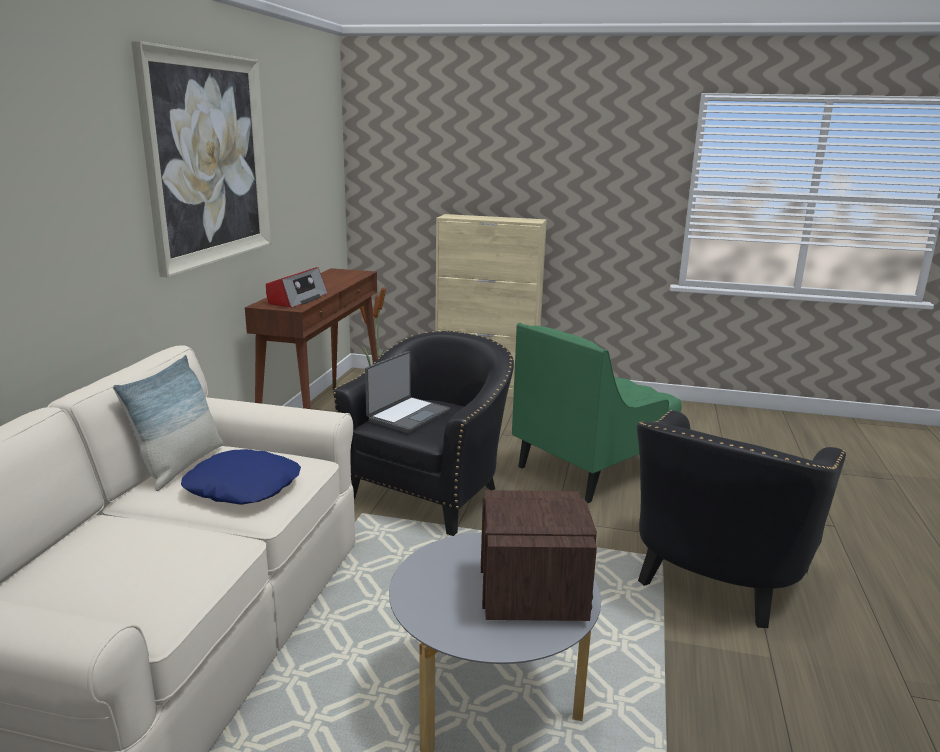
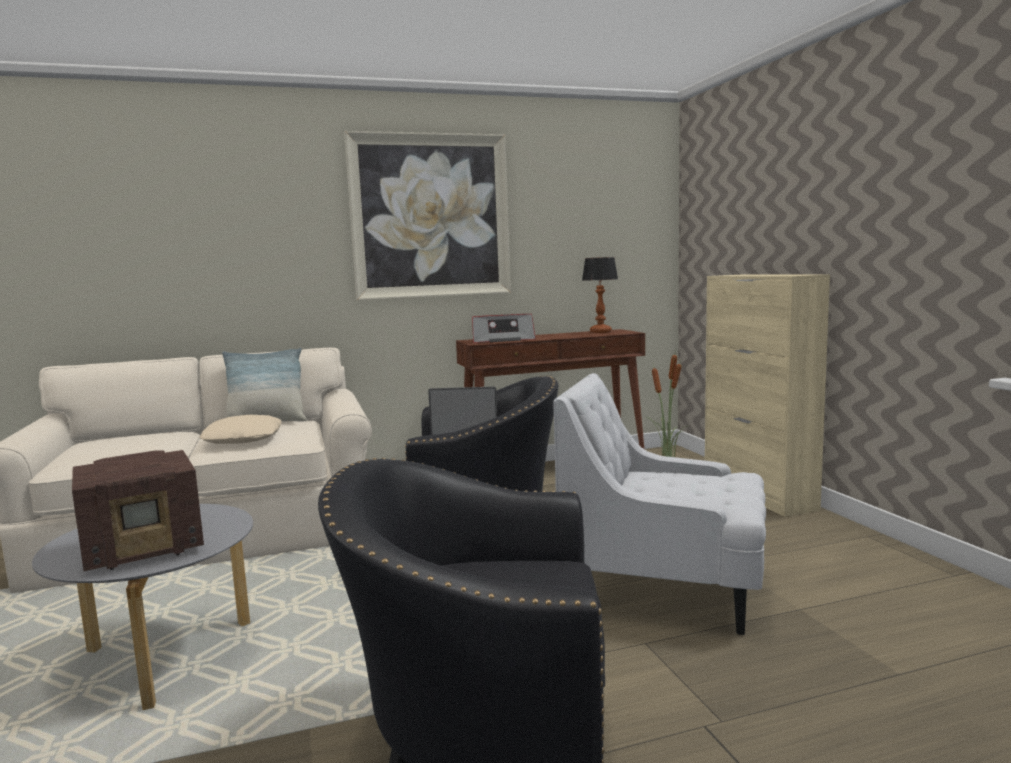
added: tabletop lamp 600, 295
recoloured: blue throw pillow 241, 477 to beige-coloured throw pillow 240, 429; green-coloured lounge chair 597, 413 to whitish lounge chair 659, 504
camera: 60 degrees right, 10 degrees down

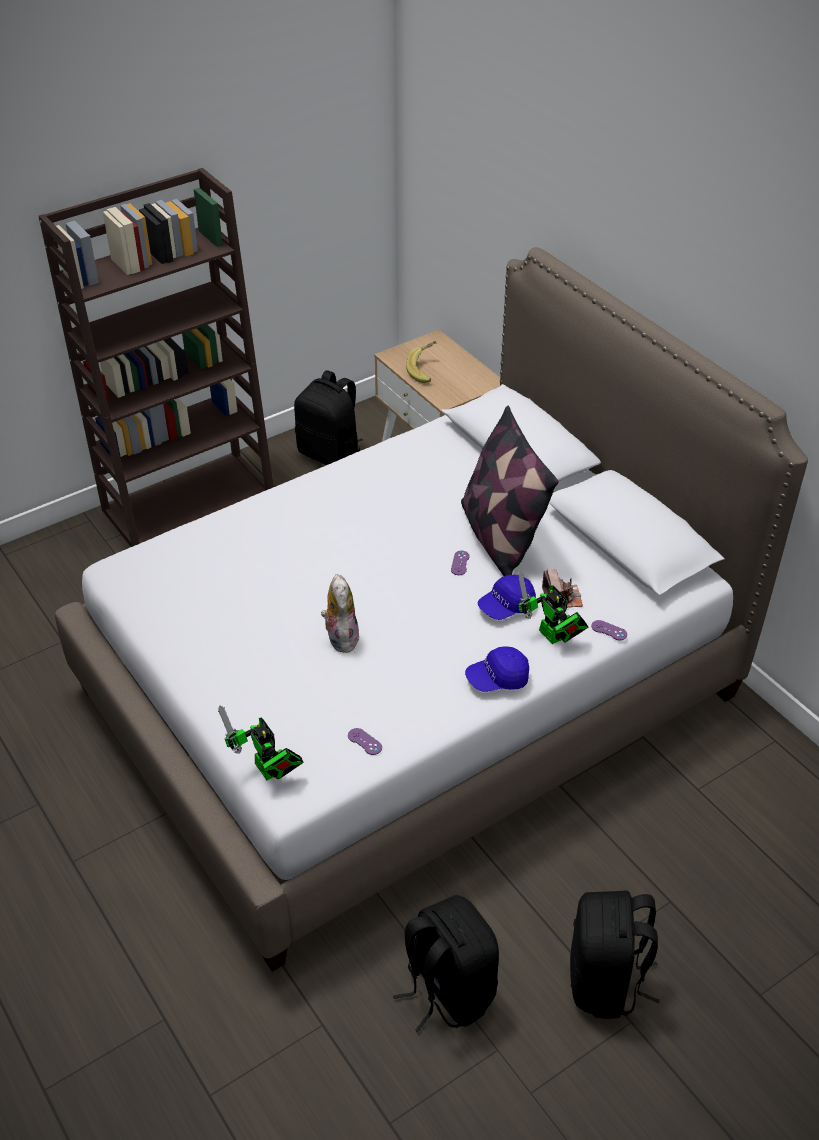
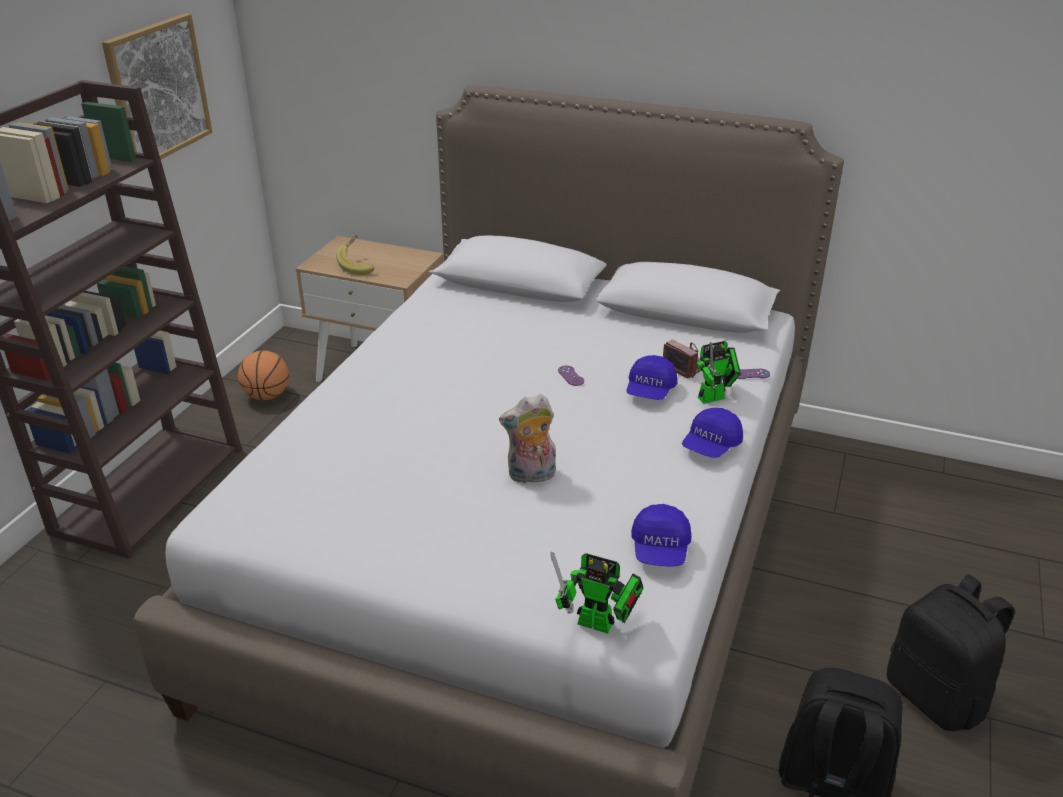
removed: throw pillow 510, 490
added: wall art 157, 86
replaced: black rucksack 328, 417 to ball for basketball 263, 375; purple game controller 365, 741 to blue cap 661, 535
turned: soft toy 340, 613 = 527, 438 60 degrees counterclockwise; robot figure 553, 608 = 719, 372 45 degrees counterclockwise
camera: 35 degrees left, 10 degrees down

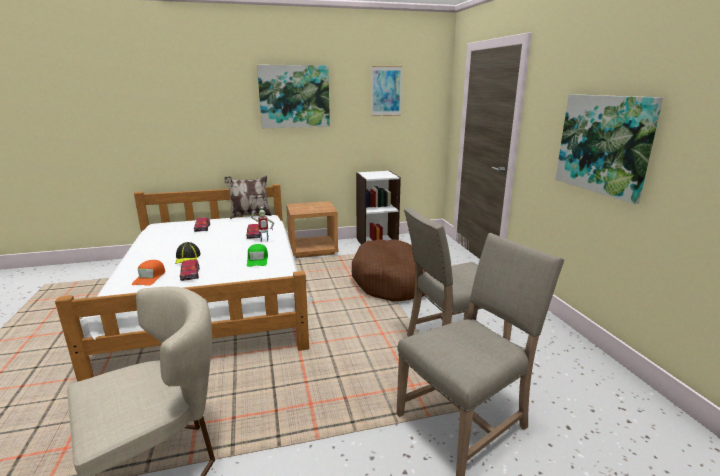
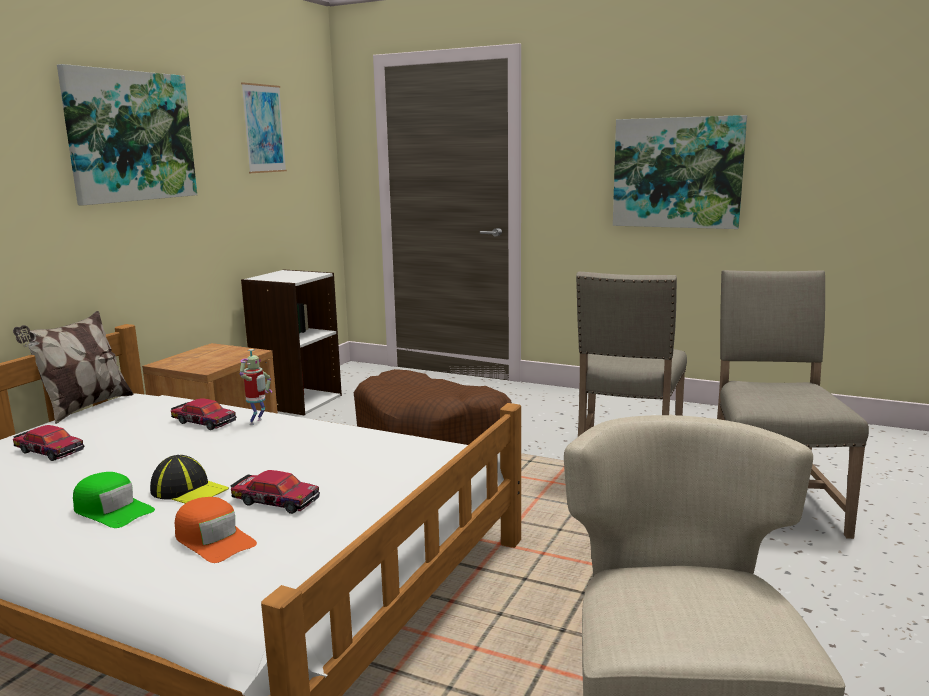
moved: green-coloured cap 257, 255 to 114, 500
camera: 50 degrees left, 5 degrees down

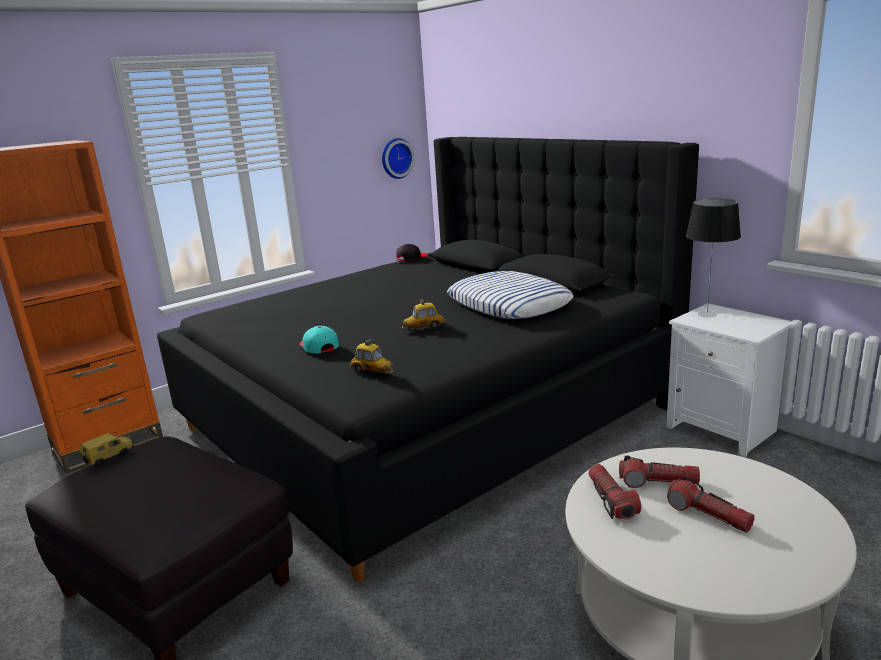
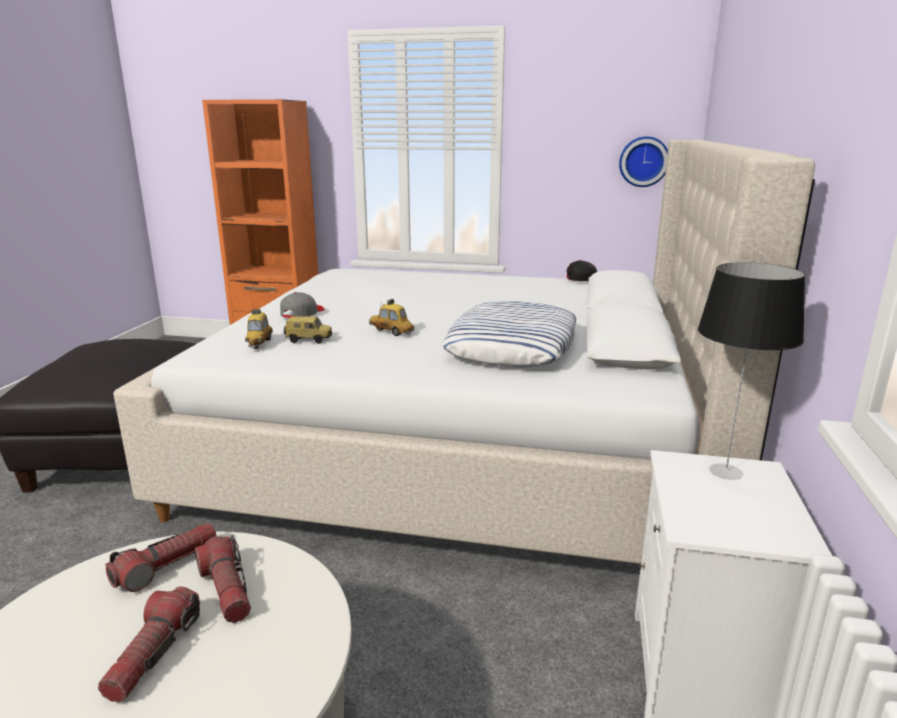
moved: toy car 107, 450 to 308, 330
recoloured: black bedroom bed 428, 359 to beige-coloured bedroom bed 464, 351; turquoise-coloured cap 319, 339 to grey cap 302, 305
camera: 50 degrees right, 0 degrees up

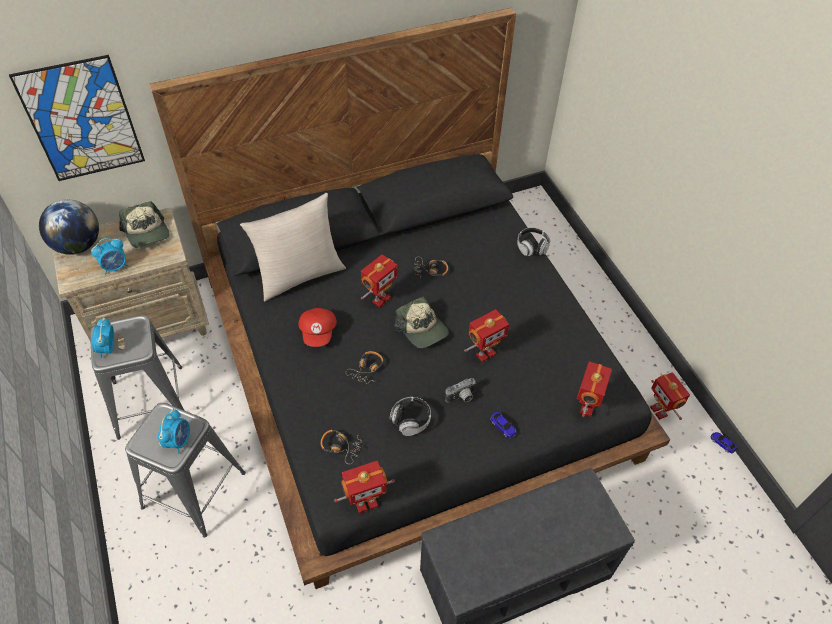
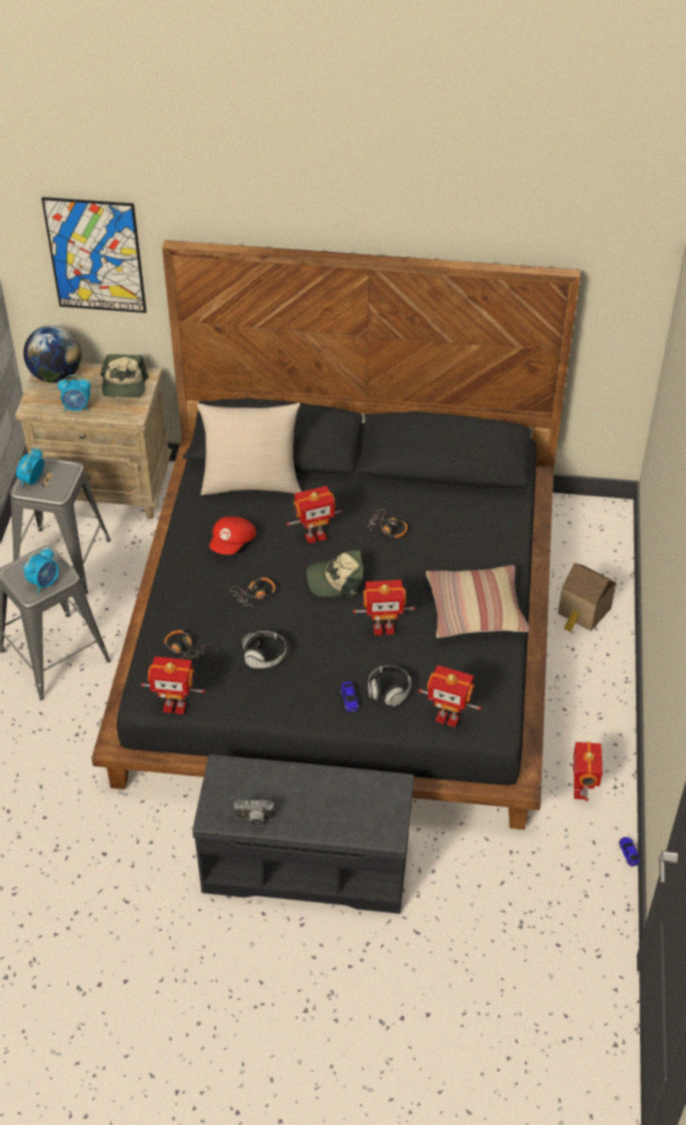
added: throw pillow 478, 601; toy house 587, 597
moved: photo camera 460, 390 to 254, 812; headset 533, 242 to 389, 685
turned: cap 421, 322 = 335, 574 90 degrees clockwise; robot figure 594, 389 = 450, 696 60 degrees clockwise
camera: 30 degrees right, 5 degrees down

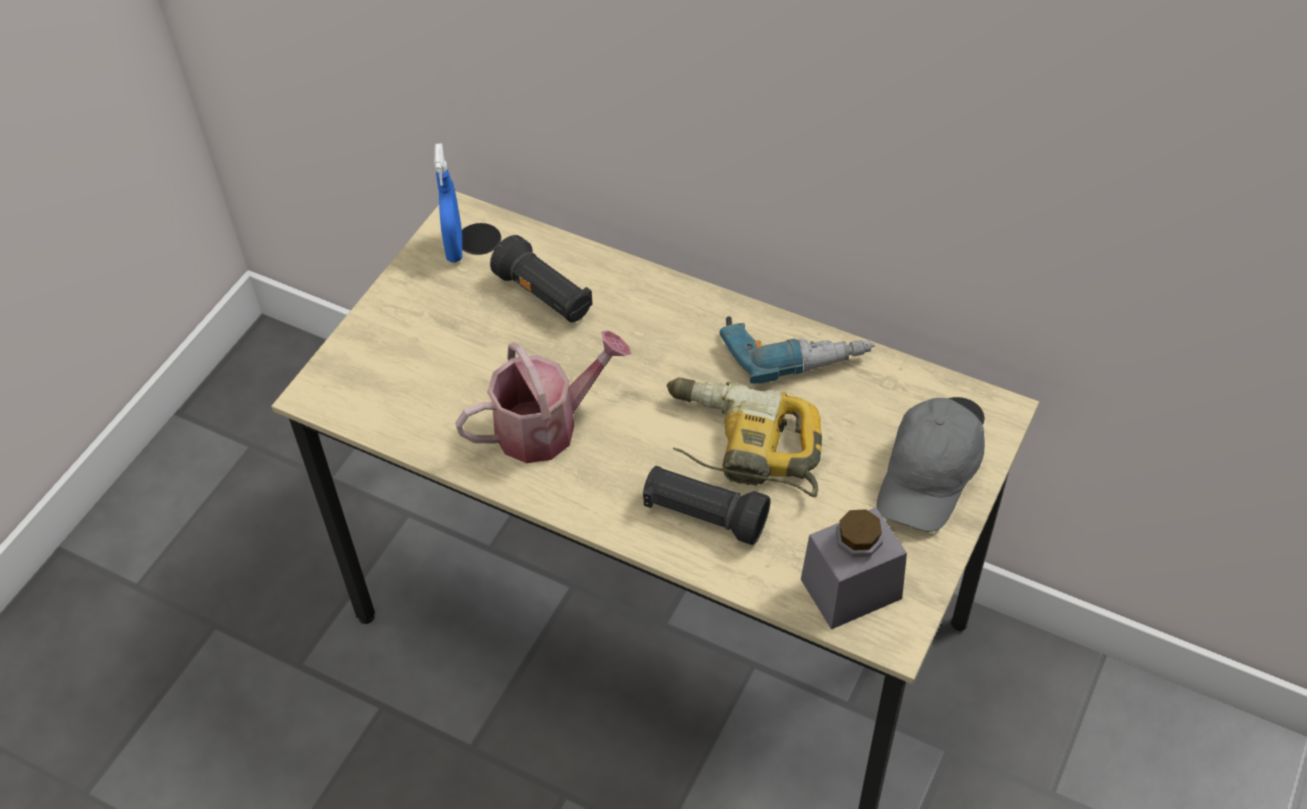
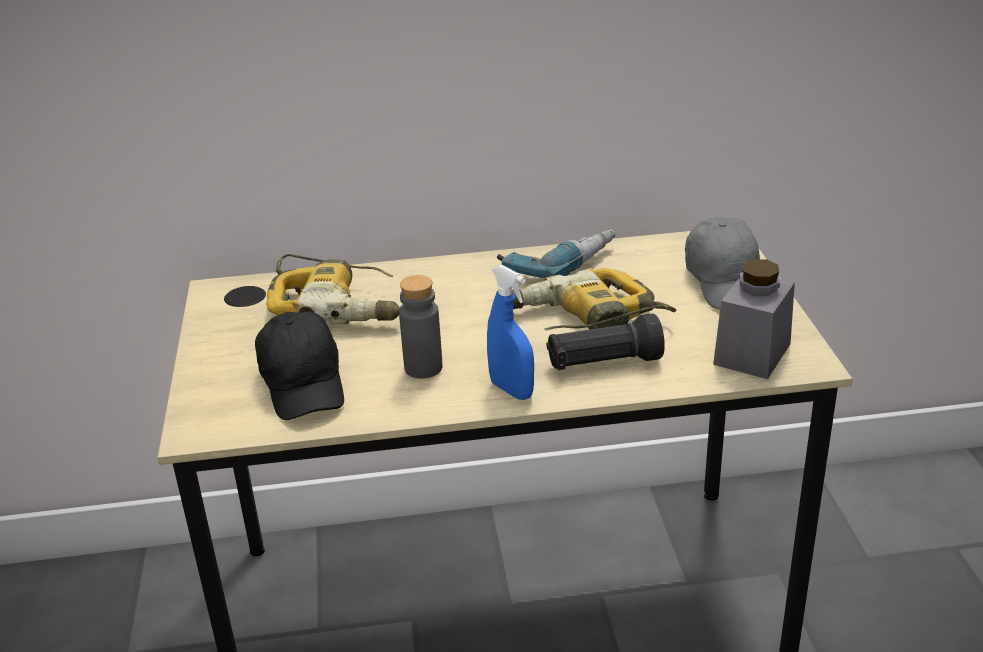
added: black cap 299, 366
moved: blue sprayer 448, 202 to 510, 332
replaced: watering can 543, 396 to grey bottle 420, 327; black torch 541, 279 to drill 333, 289
camera: 35 degrees left, 20 degrees down

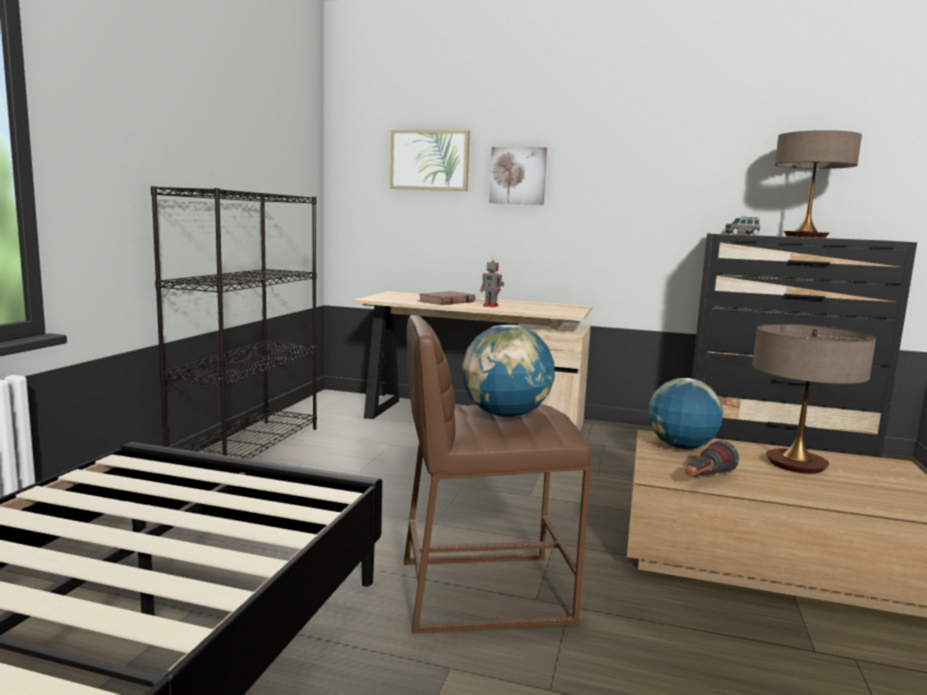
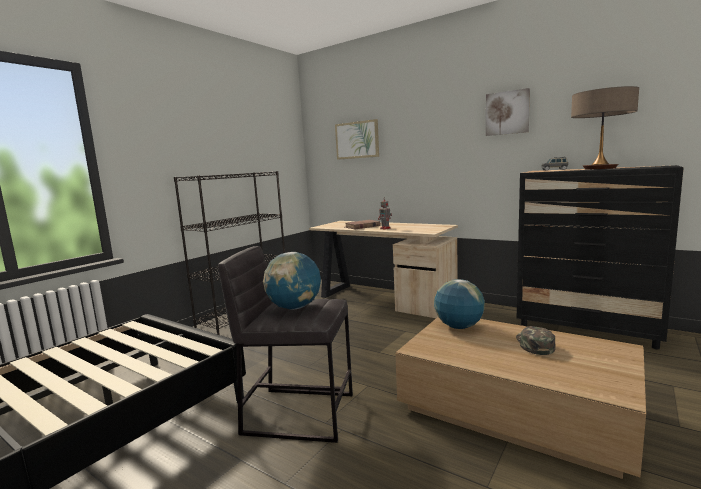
removed: torch 712, 458
moved: wall art 518, 176 to 508, 112
replaced: tabletop lamp 814, 399 to green-coloured cap 536, 340
recoloured: brownish stool 497, 474 to grey stool 285, 344
camera: 20 degrees right, 0 degrees up

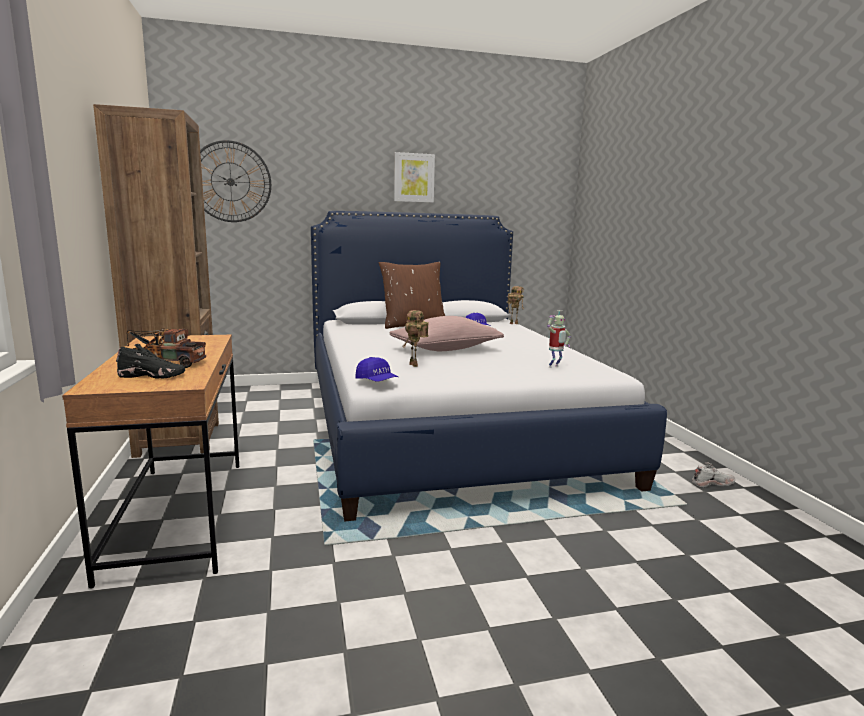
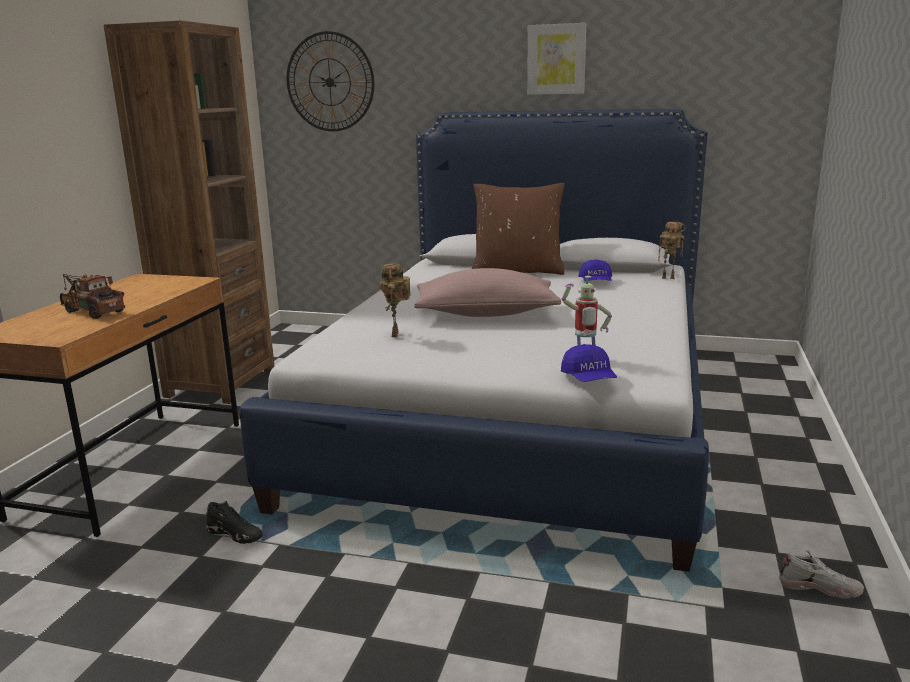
moved: black item of footwear 150, 361 to 234, 522; blue cap 377, 369 to 589, 363
camera: 30 degrees right, 5 degrees up

